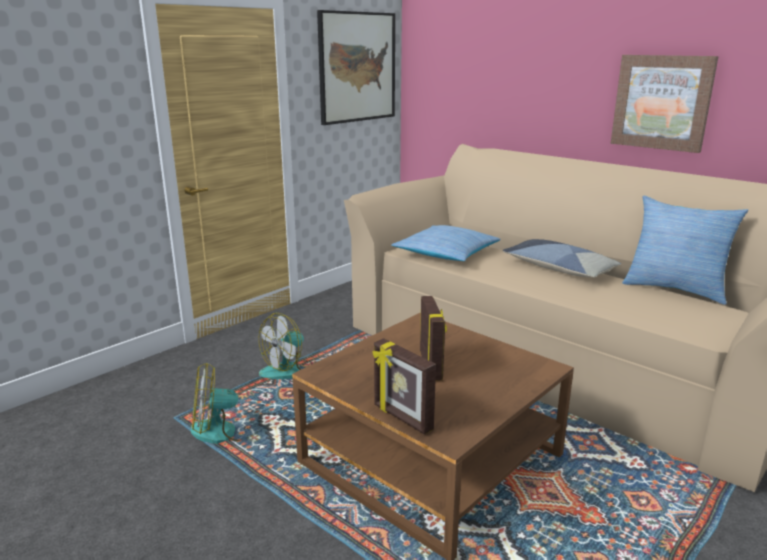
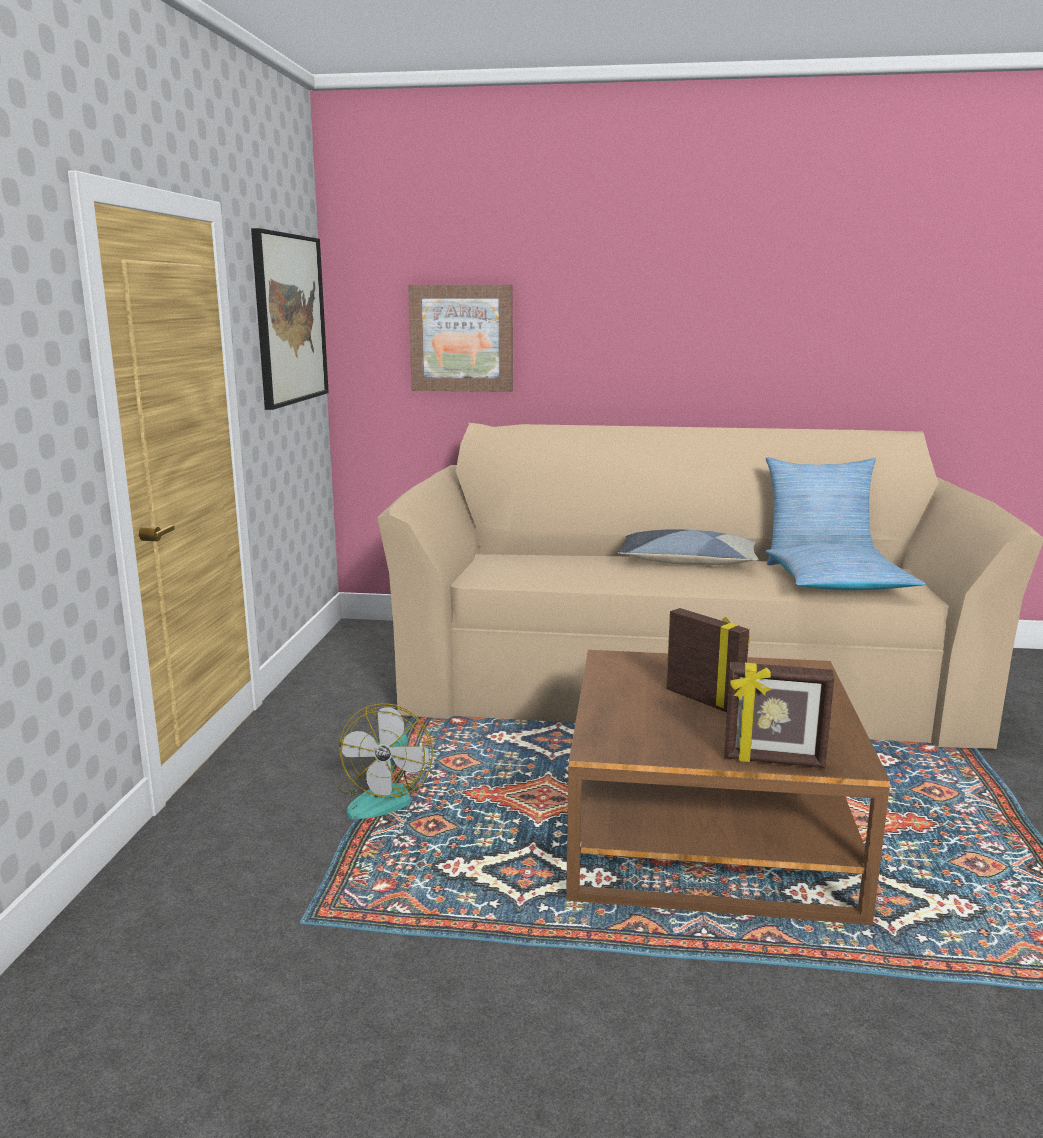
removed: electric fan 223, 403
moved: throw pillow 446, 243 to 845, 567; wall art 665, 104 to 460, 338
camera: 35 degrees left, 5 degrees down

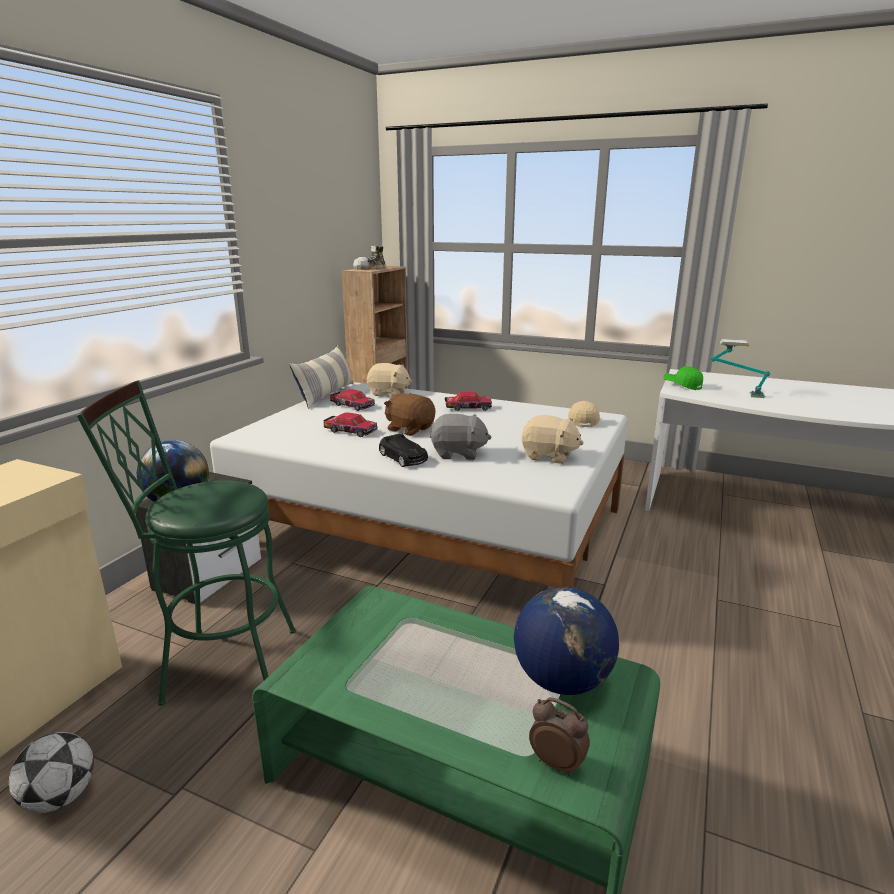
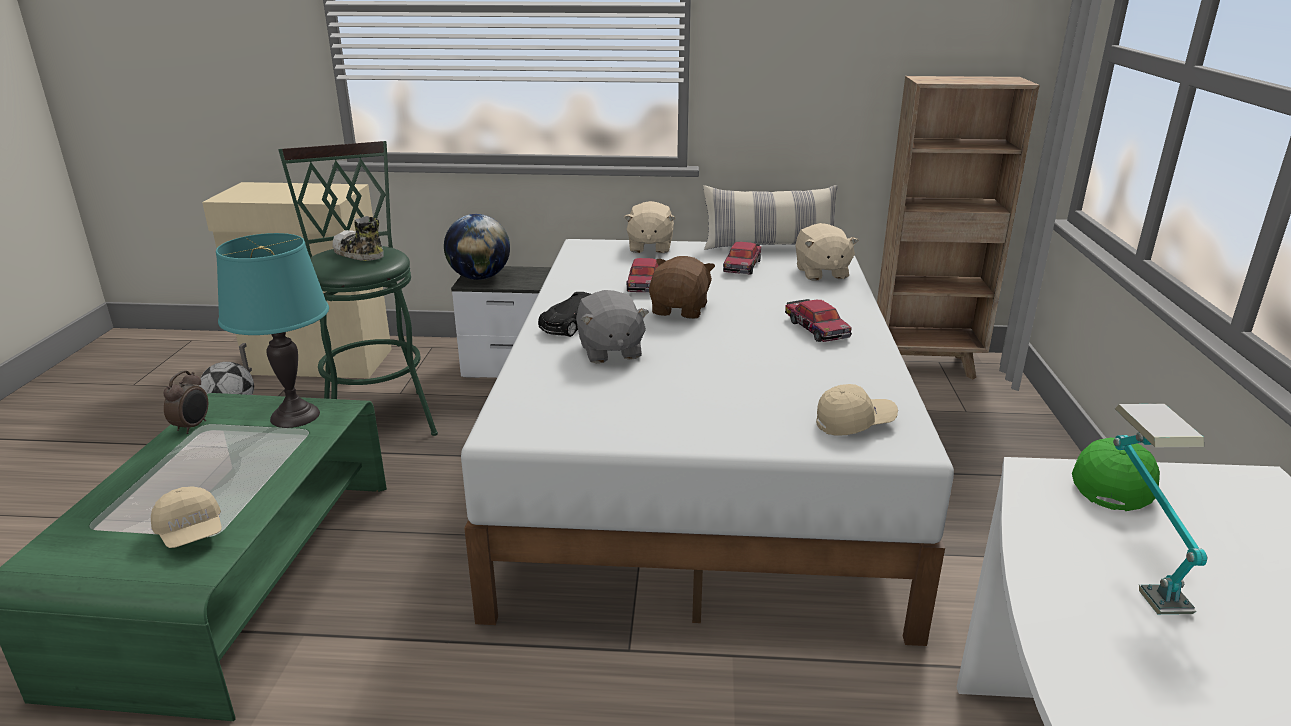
added: turquoise-coloured tabletop lamp 272, 330
moved: item of footwear 369, 258 to 358, 238; beige-coloured soft toy 553, 439 to 649, 227; alarm clock 559, 736 to 186, 402
replaced: world globe 566, 641 to beige-coloured cap 186, 517
camera: 70 degrees right, 5 degrees up

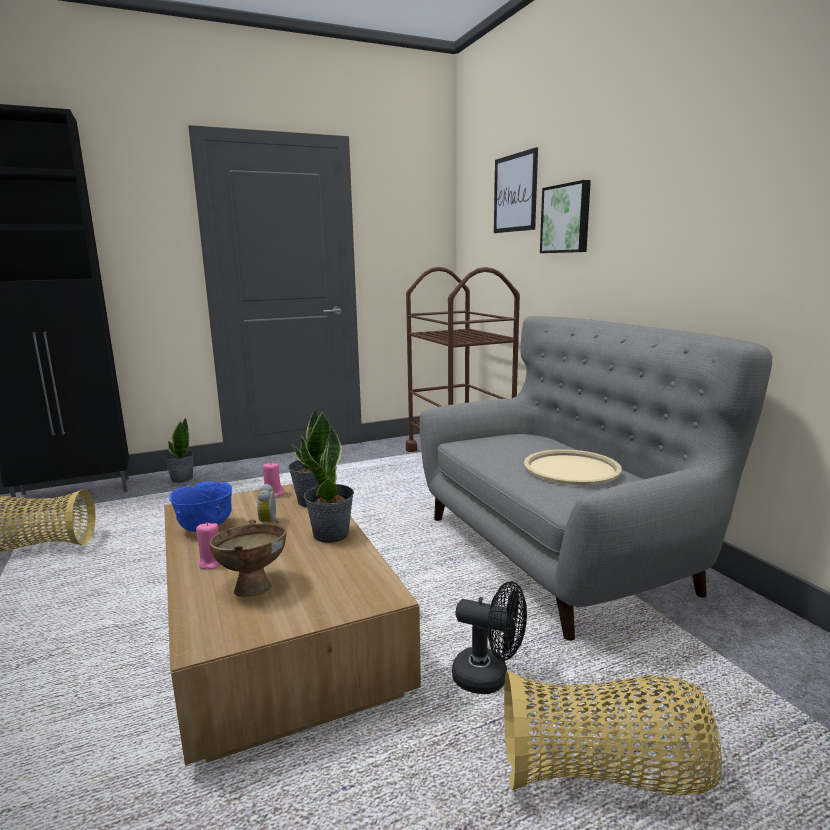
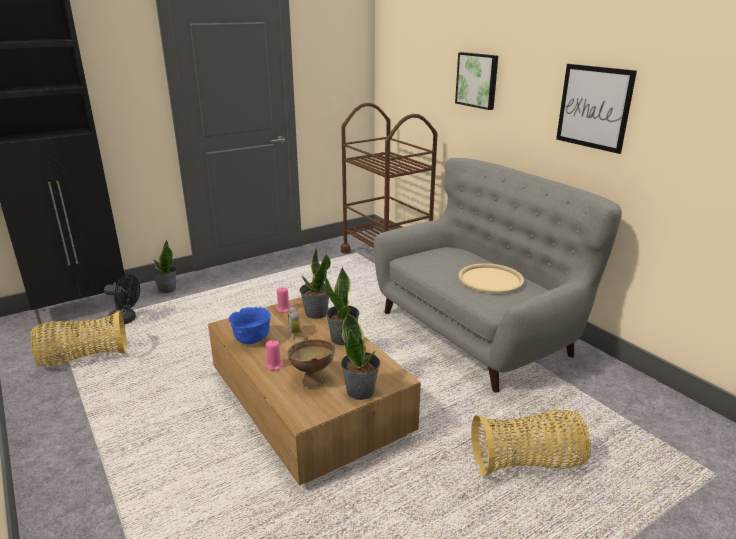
added: potted plant 360, 356
moved: black electric fan 489, 638 to 122, 299; wall art 516, 190 to 596, 109
camera: 10 degrees left, 10 degrees up

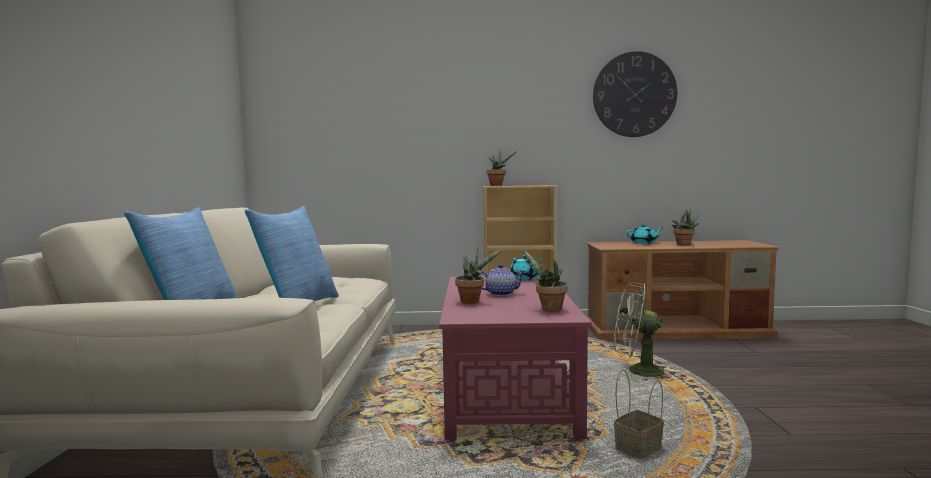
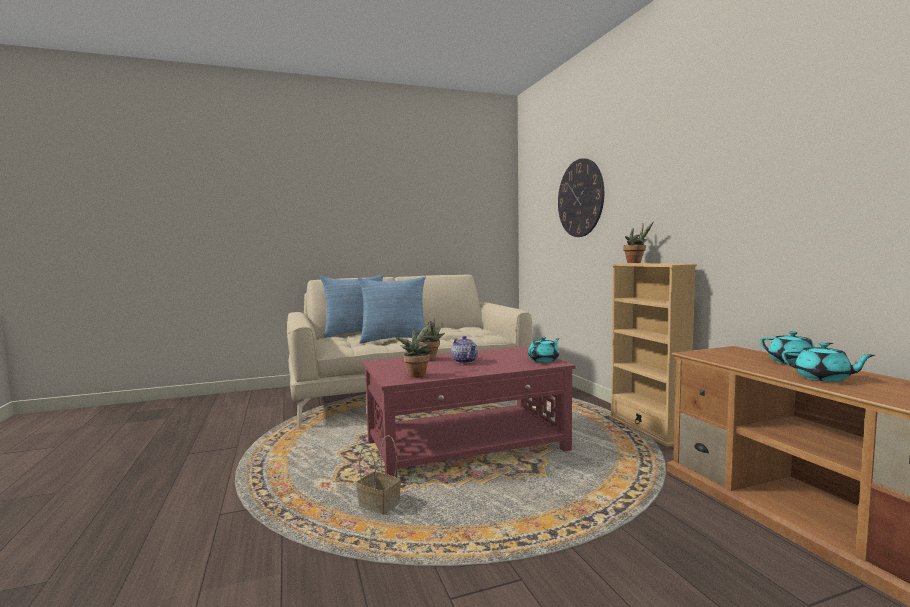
removed: green-coloured electric fan 642, 331
moved: hanging clock 635, 94 to 581, 197
replaced: potted plant 686, 228 to turquoise-coloured teapot 828, 362
camera: 70 degrees right, 0 degrees up

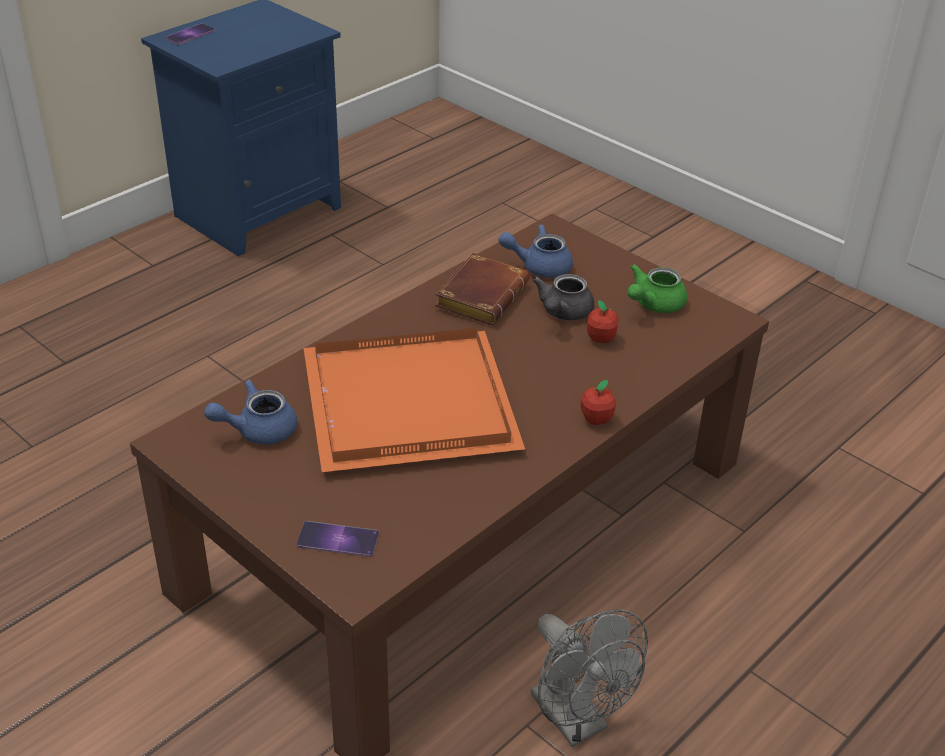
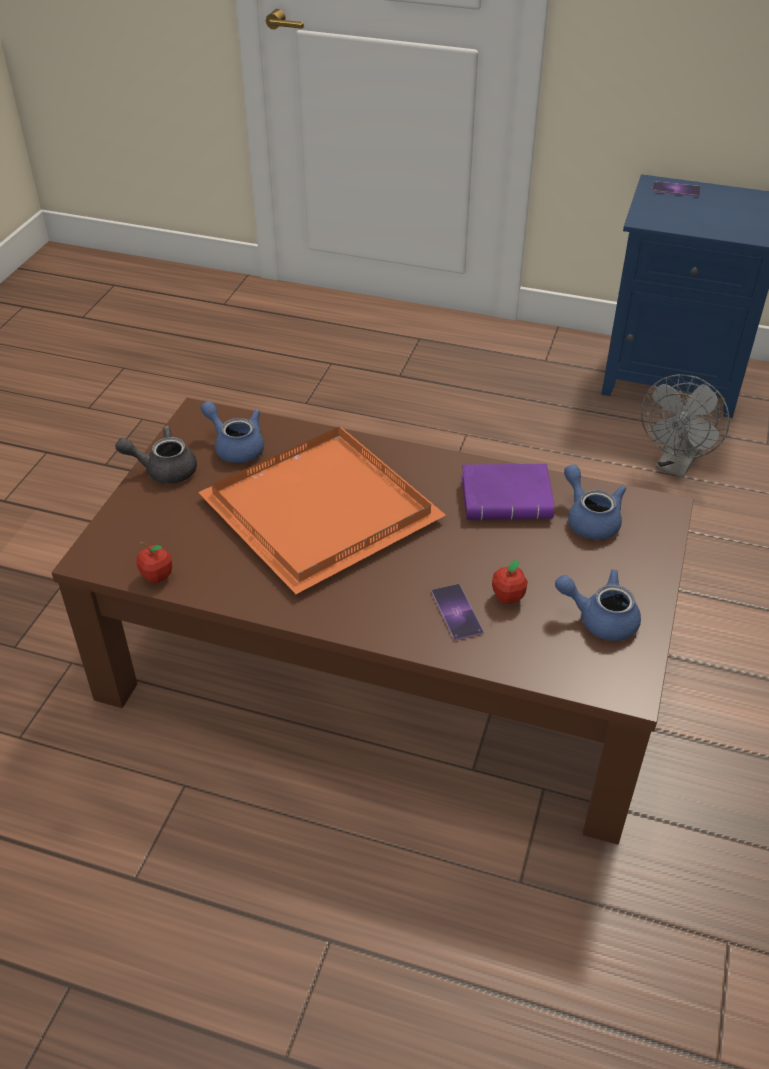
moved: handset 337, 539 to 457, 612; grey electric fan 589, 678 to 685, 426; grey teapot 563, 297 to 156, 455; apple fruit 598, 402 to 154, 562
recoloured: brownish bound book 482, 289 to purple bound book 508, 492; green-coloured teapot 657, 288 to blue teapot 598, 605
camera: 65 degrees right, 5 degrees up

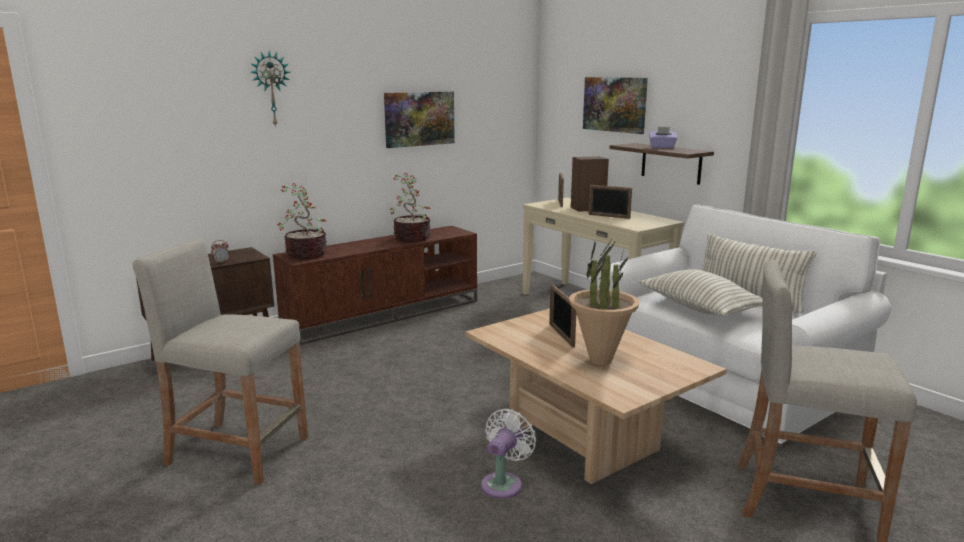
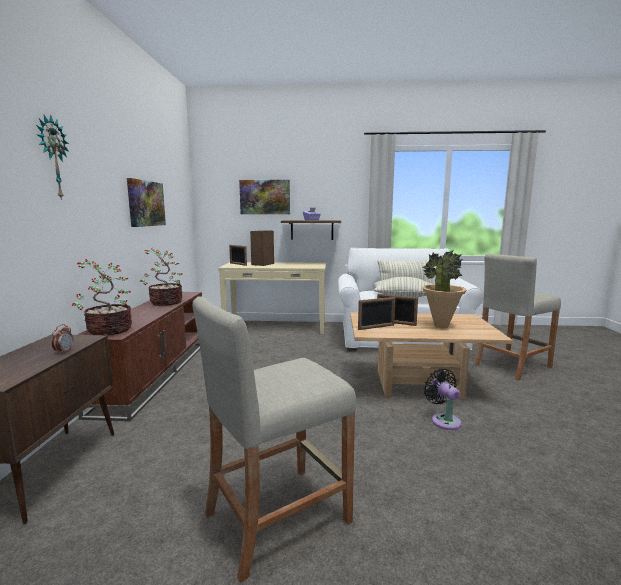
moved: standing frame 610, 202 to 377, 313
recoloured: whitish electric fan 508, 454 to black electric fan 443, 399
camera: 50 degrees left, 5 degrees down

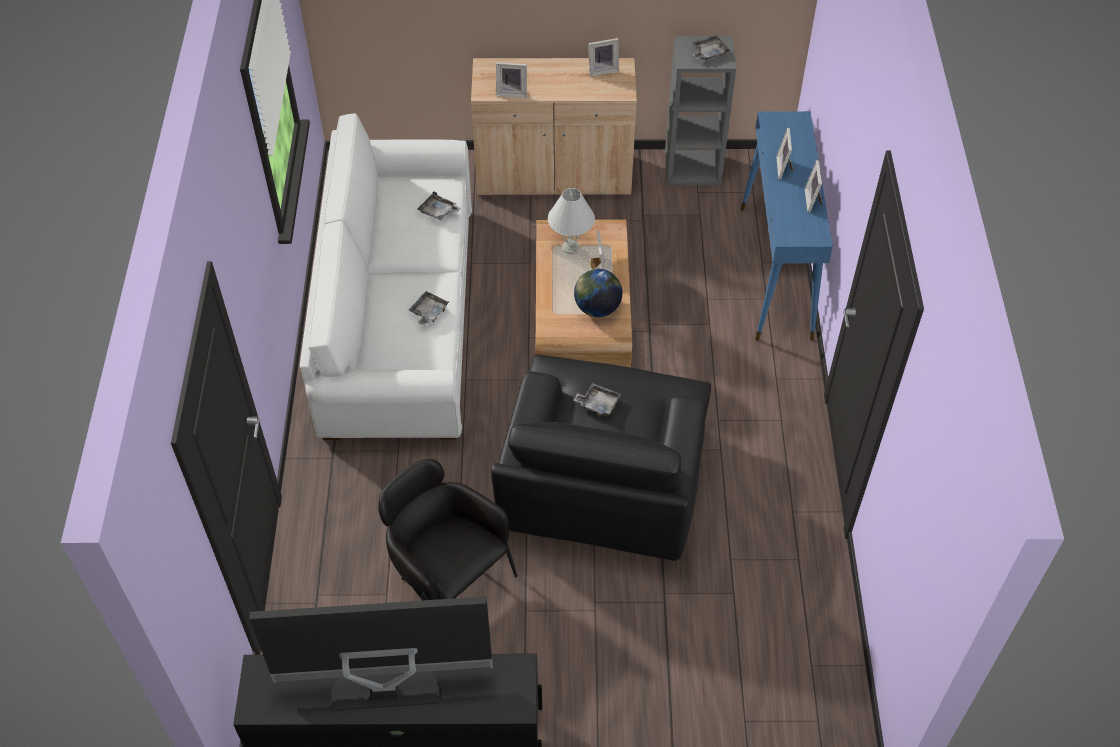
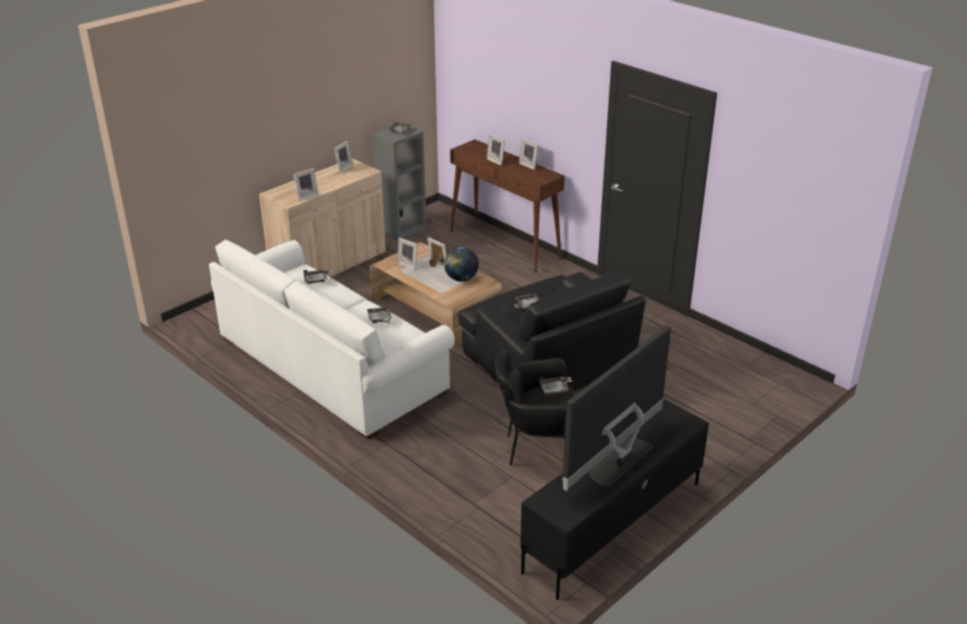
added: grey carrying tray 555, 386
replaced: whitish tabletop lamp 571, 221 to standing frame 407, 254
recoloured: blue hall table 787, 226 to brownish hall table 507, 206
camera: 45 degrees left, 20 degrees down

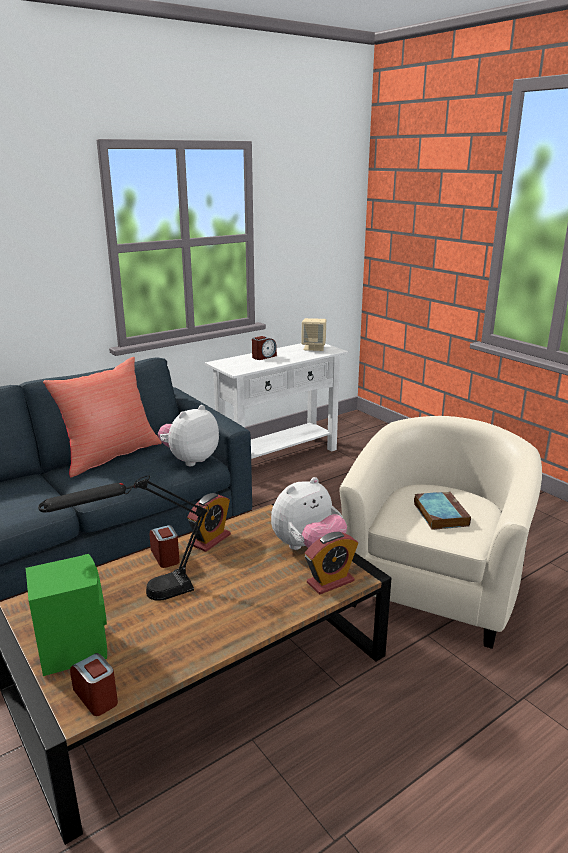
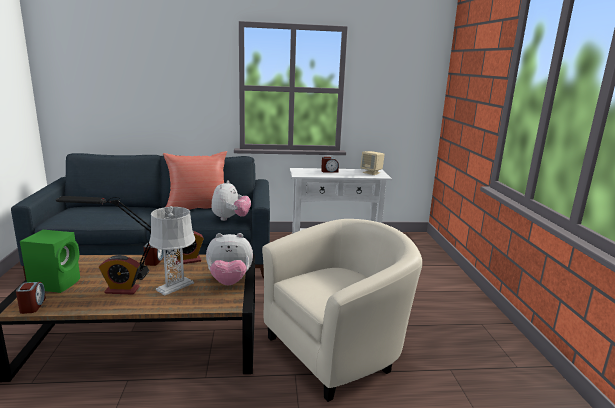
removed: bound book 442, 510
added: grey tabletop lamp 172, 251
moved: alarm clock 331, 563 to 120, 275
turned: soft toy 188, 435 = 231, 200 120 degrees clockwise
camera: 30 degrees right, 5 degrees down

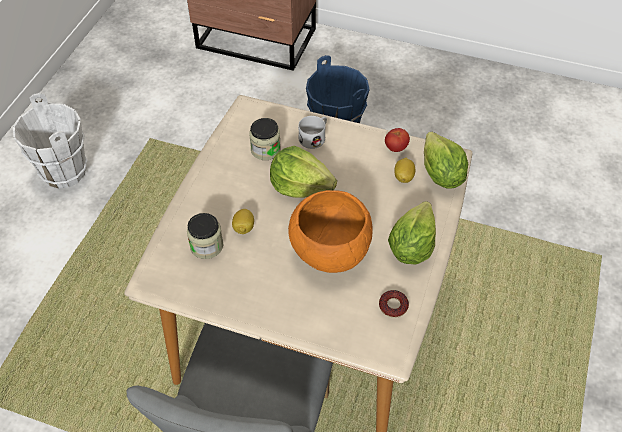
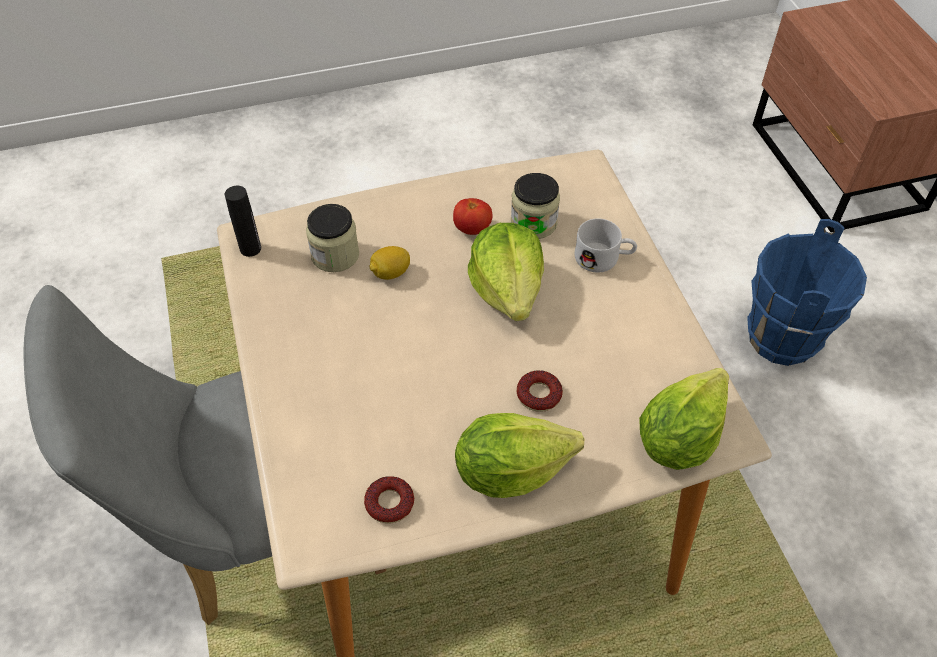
removed: whitish pail 50, 141; orange-coloured deep dish 330, 231; lemon 404, 170
added: black bottle 243, 221; ring doughnut 540, 391
moved: tomato 397, 140 to 473, 216
camera: 55 degrees right, 0 degrees up

